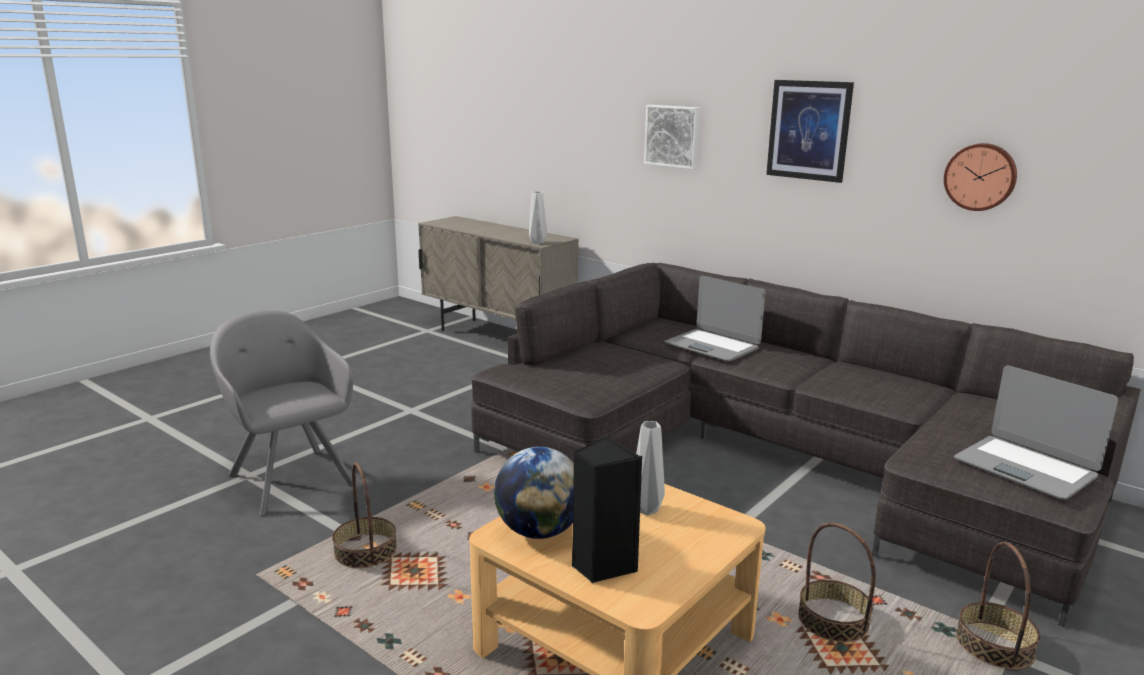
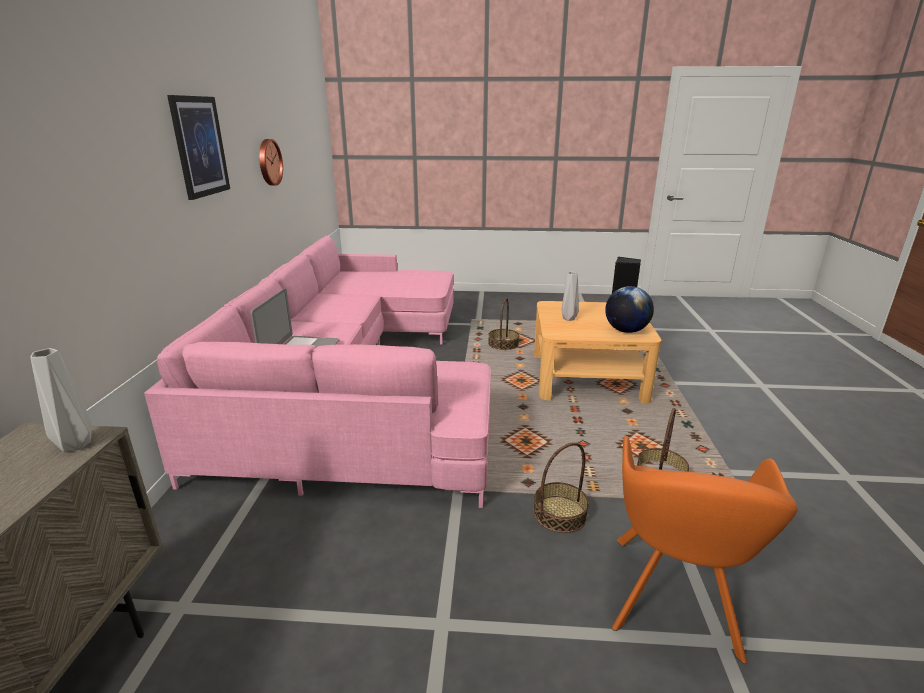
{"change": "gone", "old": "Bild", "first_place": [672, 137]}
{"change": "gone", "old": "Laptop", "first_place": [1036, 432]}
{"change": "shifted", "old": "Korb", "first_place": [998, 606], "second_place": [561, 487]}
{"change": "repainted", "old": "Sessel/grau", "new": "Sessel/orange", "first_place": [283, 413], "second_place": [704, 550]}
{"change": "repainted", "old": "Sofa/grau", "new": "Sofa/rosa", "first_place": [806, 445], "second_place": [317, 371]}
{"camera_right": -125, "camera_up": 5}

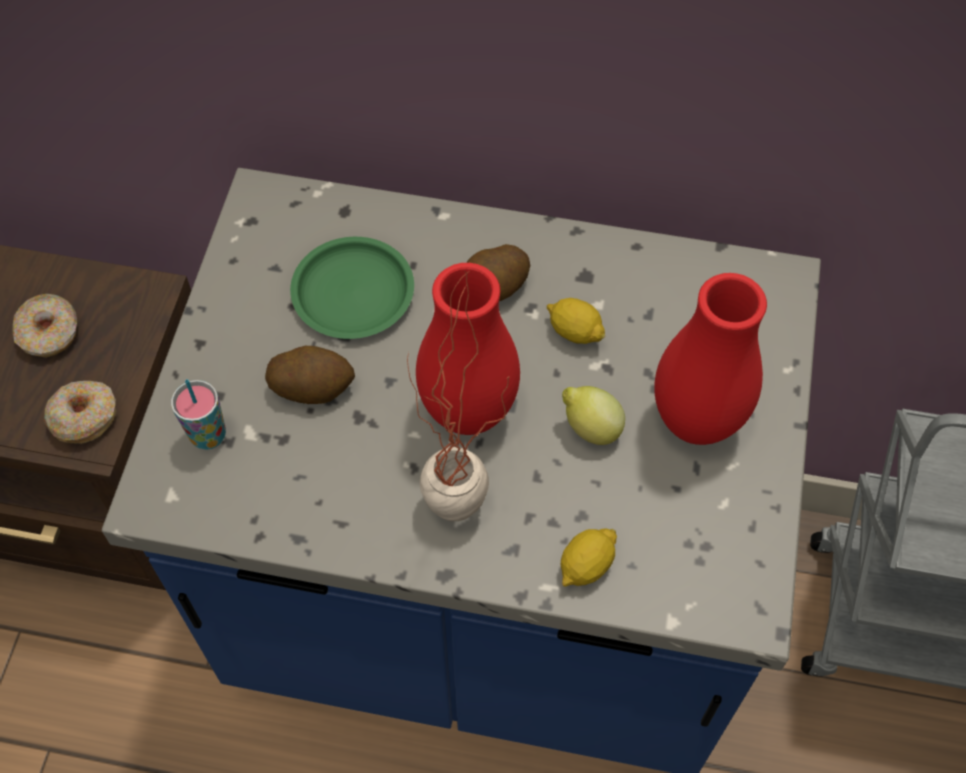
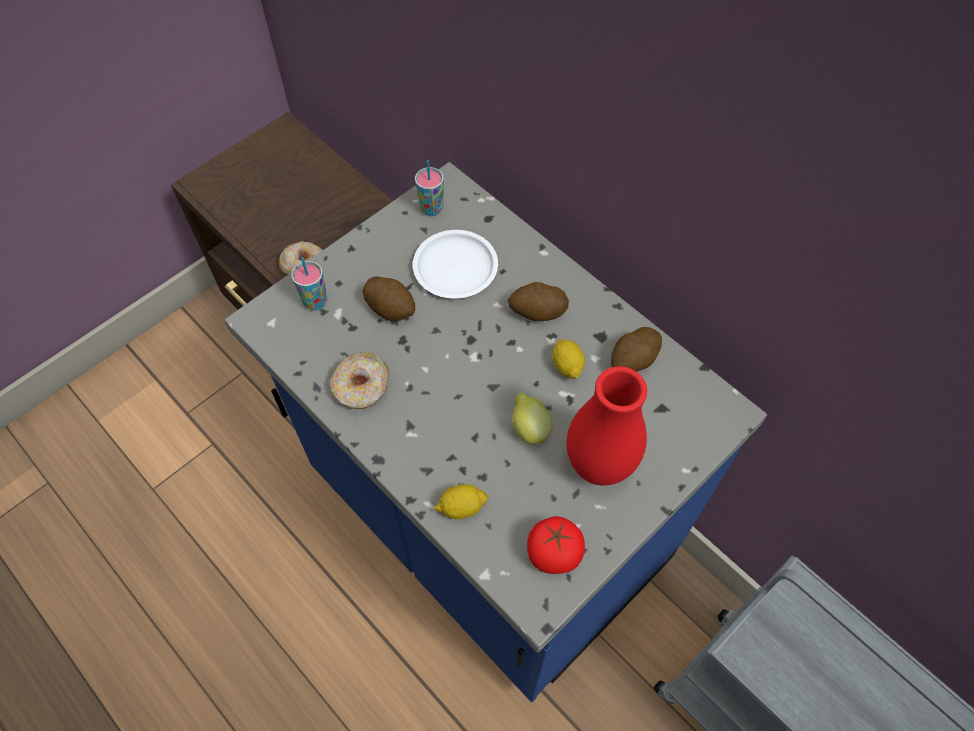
{"change": "gone", "old": "Topfpflanze", "first_place": [458, 395]}
{"change": "gone", "old": "Vase/rot", "first_place": [468, 349]}
{"change": "new", "new": "Tasse", "second_place": [429, 188]}
{"change": "new", "new": "Tomate", "second_place": [556, 545]}
{"change": "new", "new": "Kartoffel", "second_place": [636, 349]}
{"change": "shifted", "old": "Donut", "first_place": [44, 326], "second_place": [359, 380]}
{"change": "repainted", "old": "Teller/grün", "new": "Teller/weiß", "first_place": [352, 288], "second_place": [455, 264]}
{"camera_right": 35, "camera_up": 0}

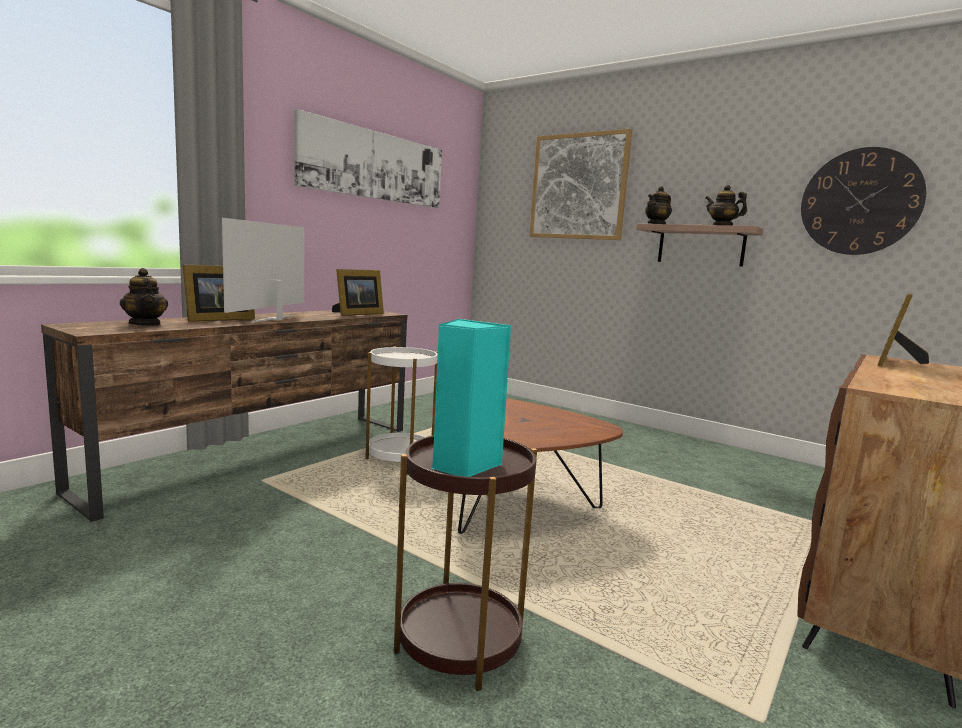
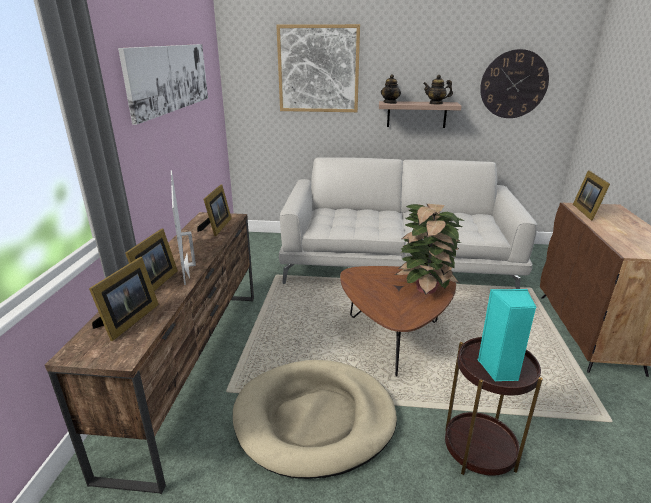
{"change": "gone", "old": "Beistelltisch/weiß", "first_place": [402, 404]}
{"change": "new", "new": "Hundebett/beige", "second_place": [315, 419]}
{"change": "new", "new": "Sofa/weiß", "second_place": [408, 223]}
{"change": "new", "new": "Topfpflanze", "second_place": [429, 249]}
{"change": "swapped", "old": "Teekanne", "new": "Bilderrahmen", "first_place": [144, 297], "second_place": [124, 299]}
{"camera_right": -30, "camera_up": 15}

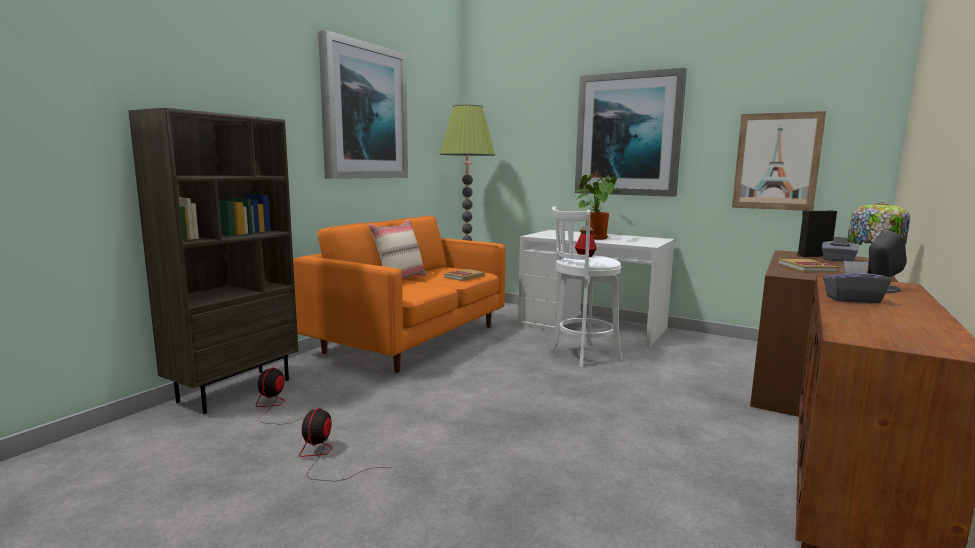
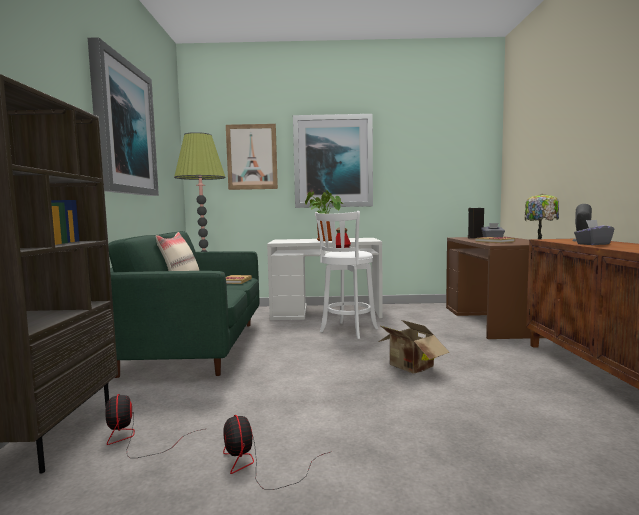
{"change": "new", "new": "Karton", "second_place": [414, 347]}
{"change": "shifted", "old": "Bild", "first_place": [779, 161], "second_place": [252, 157]}
{"change": "repainted", "old": "Sofa/orange", "new": "Sofa/grün", "first_place": [399, 294], "second_place": [183, 304]}
{"camera_right": -30, "camera_up": -5}

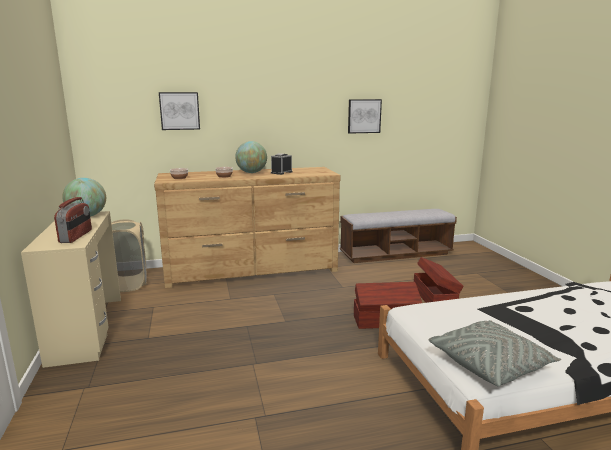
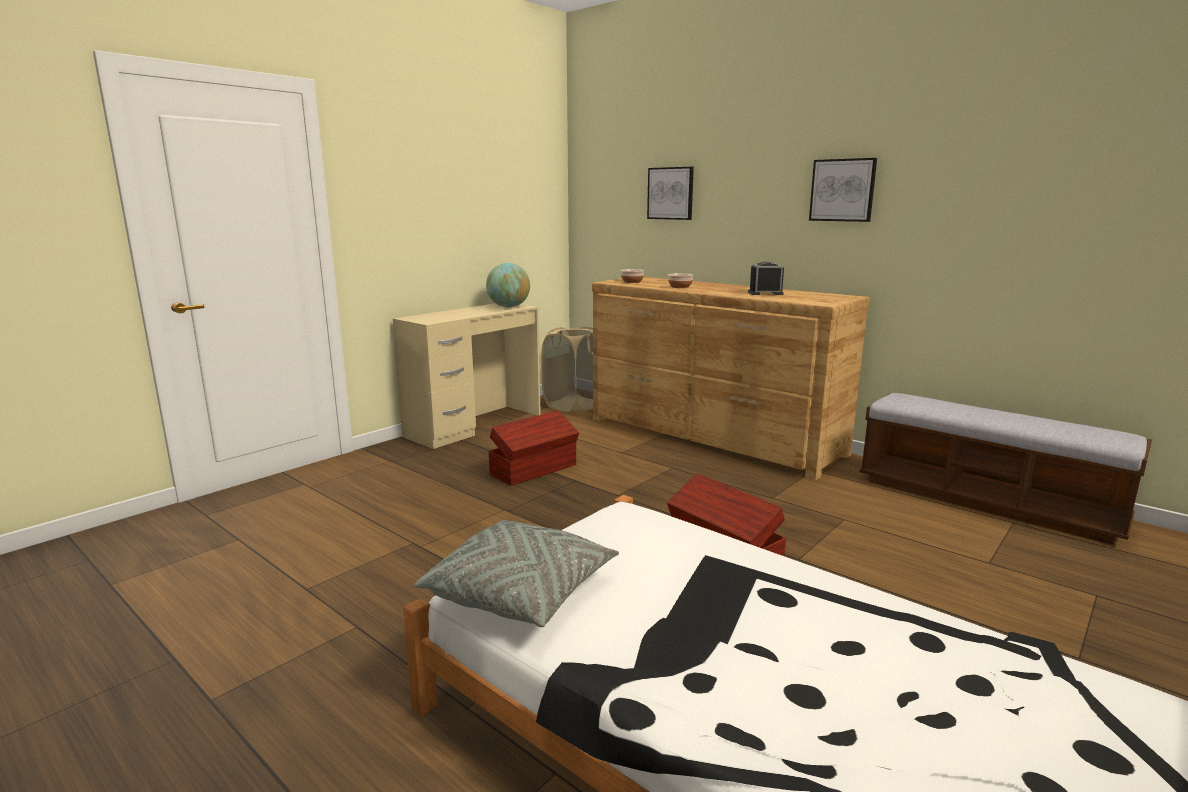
{"change": "gone", "old": "Radio", "first_place": [73, 220]}
{"change": "gone", "old": "Globus", "first_place": [251, 157]}
{"change": "shifted", "old": "Bild", "first_place": [365, 116], "second_place": [843, 190]}
{"change": "shifted", "old": "Aufbewahrungsbox/braun", "first_place": [438, 280], "second_place": [534, 448]}
{"camera_right": 55, "camera_up": 0}

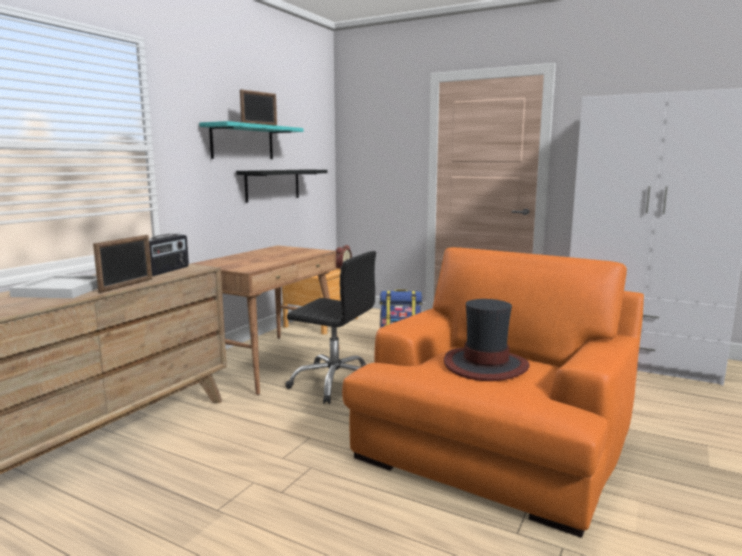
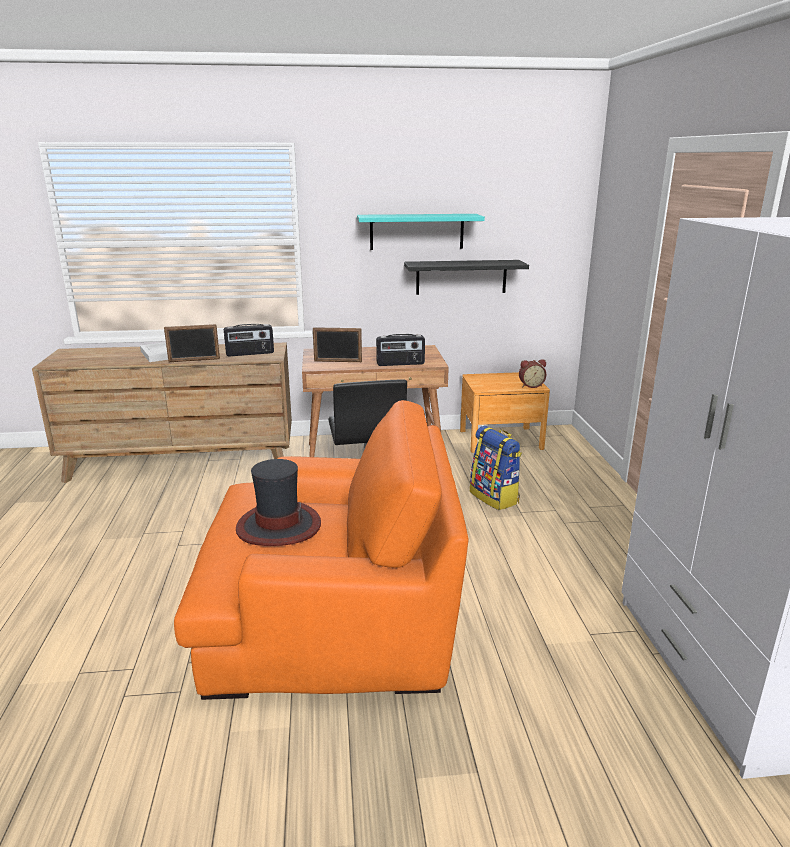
{"change": "new", "new": "Radio", "second_place": [400, 350]}
{"change": "shifted", "old": "Bilderrahmen", "first_place": [258, 107], "second_place": [337, 344]}
{"camera_right": 55, "camera_up": 10}

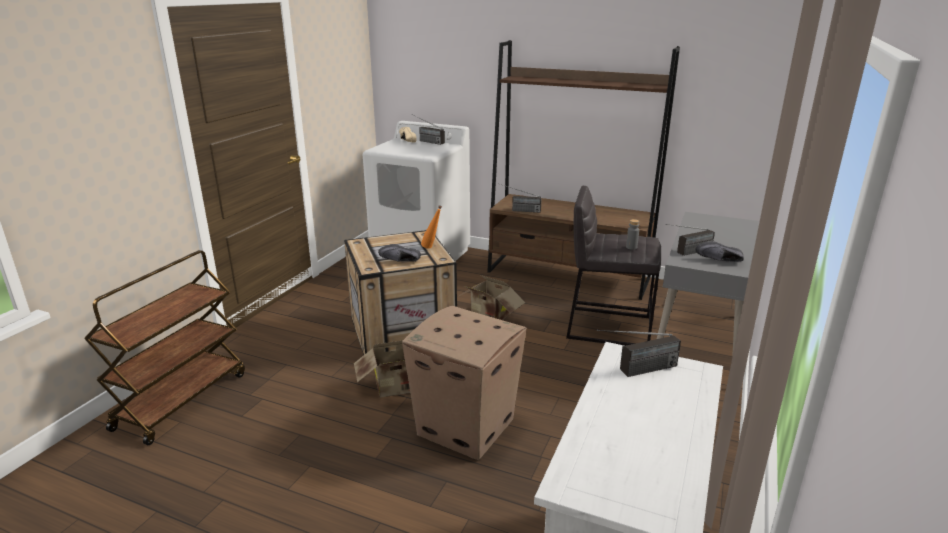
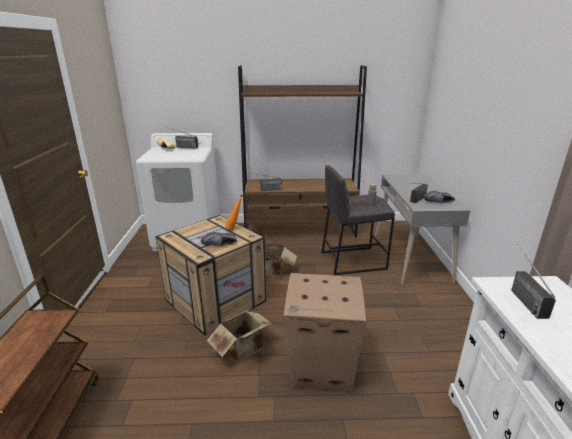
{"change": "rotated", "old": "Radio", "first_place": [639, 353], "second_place": [533, 281], "degrees": 135}
{"camera_right": -25, "camera_up": 0}

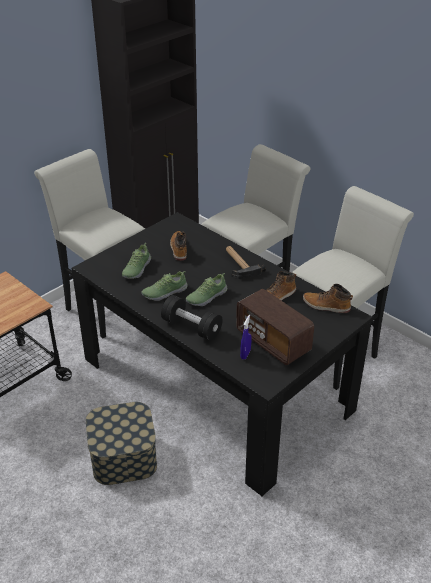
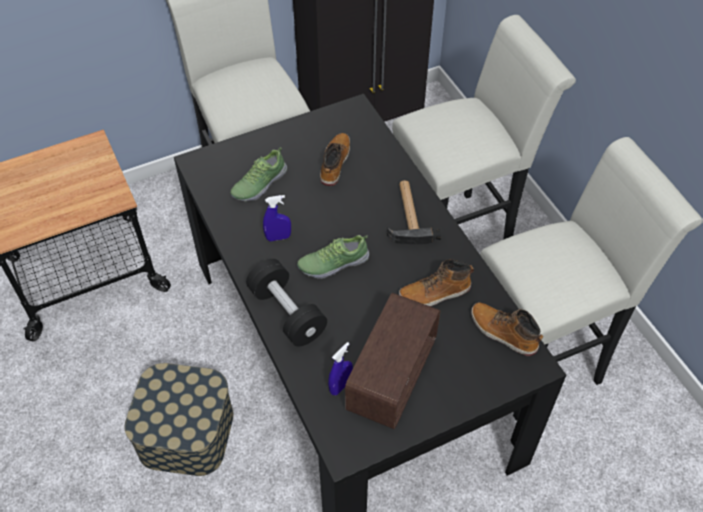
{"change": "swapped", "old": "Schuh", "new": "Sprühflasche/blau", "first_place": [164, 286], "second_place": [277, 218]}
{"change": "rotated", "old": "Radio", "first_place": [275, 327], "second_place": [392, 361], "degrees": -135}
{"camera_right": 20, "camera_up": 15}

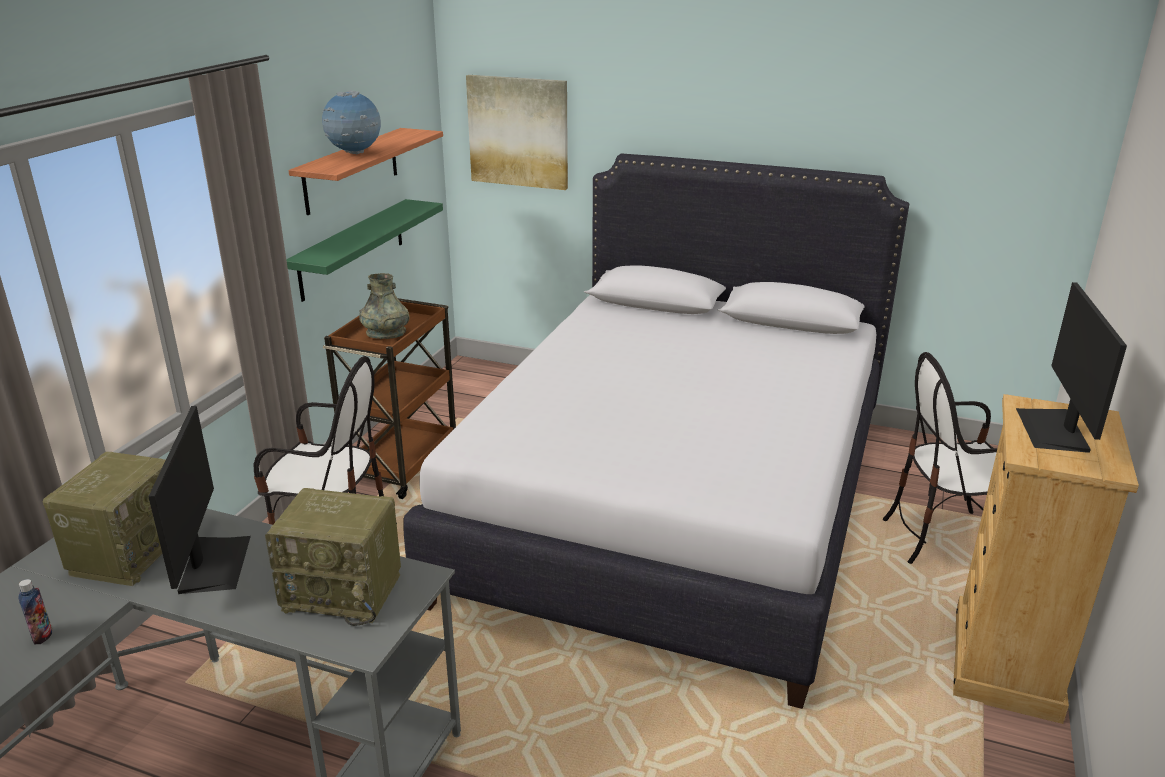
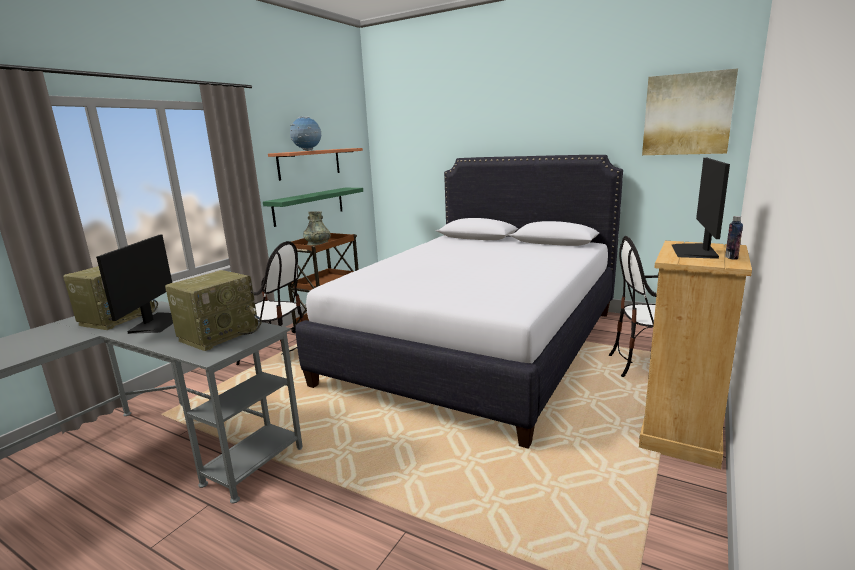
{"change": "shifted", "old": "Flasche", "first_place": [35, 611], "second_place": [734, 238]}
{"change": "shifted", "old": "Bild", "first_place": [517, 132], "second_place": [690, 111]}
{"change": "rotated", "old": "Radio", "first_place": [333, 557], "second_place": [213, 310], "degrees": -75}
{"camera_right": 10, "camera_up": -10}

